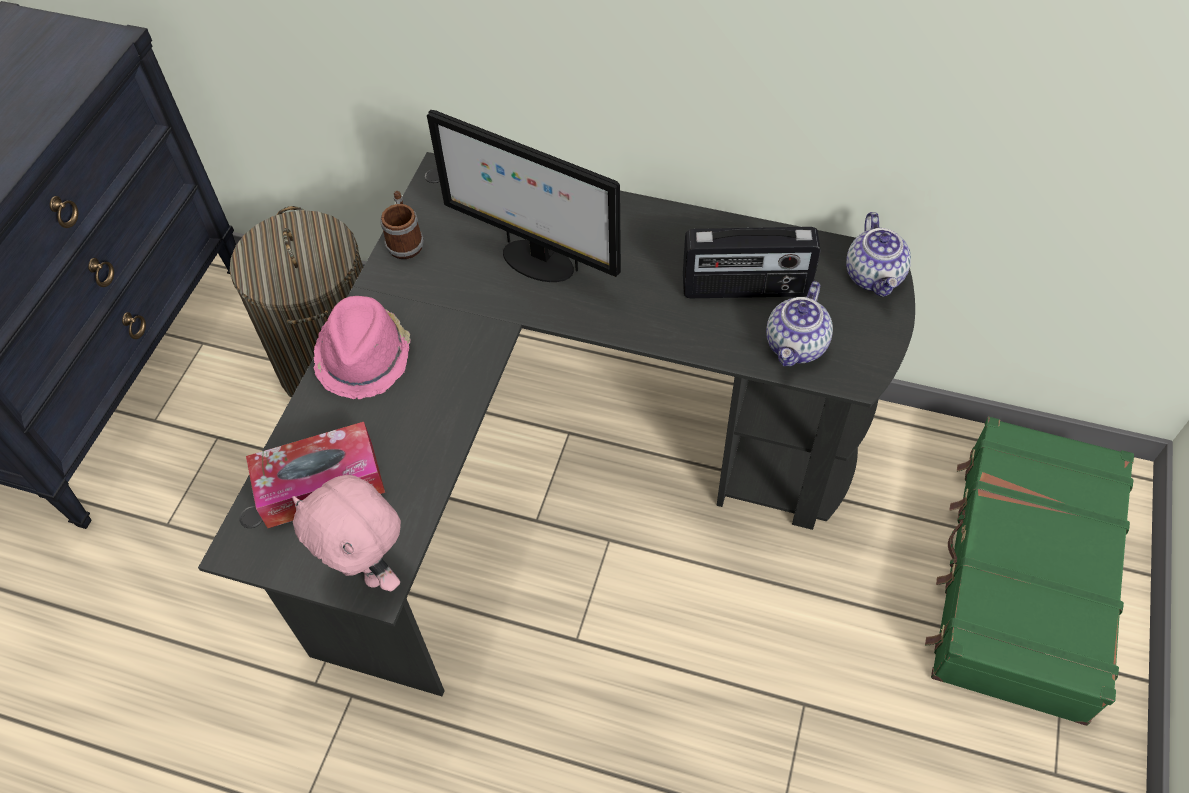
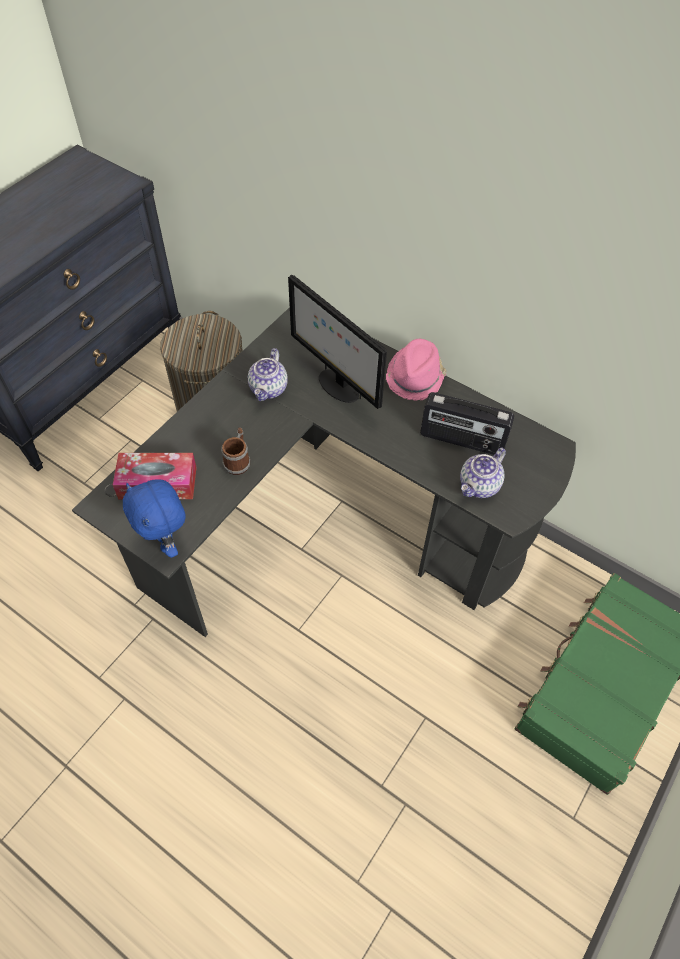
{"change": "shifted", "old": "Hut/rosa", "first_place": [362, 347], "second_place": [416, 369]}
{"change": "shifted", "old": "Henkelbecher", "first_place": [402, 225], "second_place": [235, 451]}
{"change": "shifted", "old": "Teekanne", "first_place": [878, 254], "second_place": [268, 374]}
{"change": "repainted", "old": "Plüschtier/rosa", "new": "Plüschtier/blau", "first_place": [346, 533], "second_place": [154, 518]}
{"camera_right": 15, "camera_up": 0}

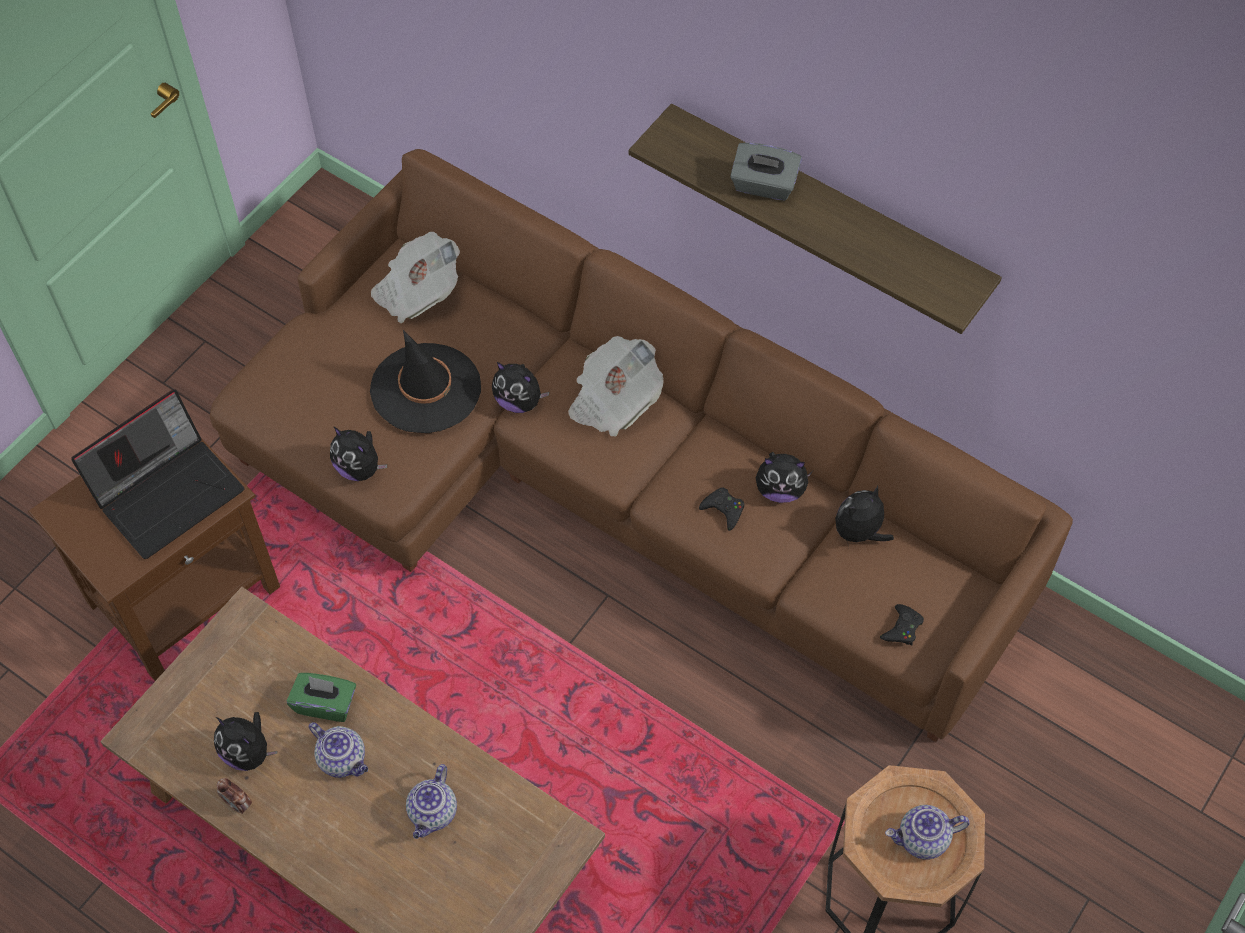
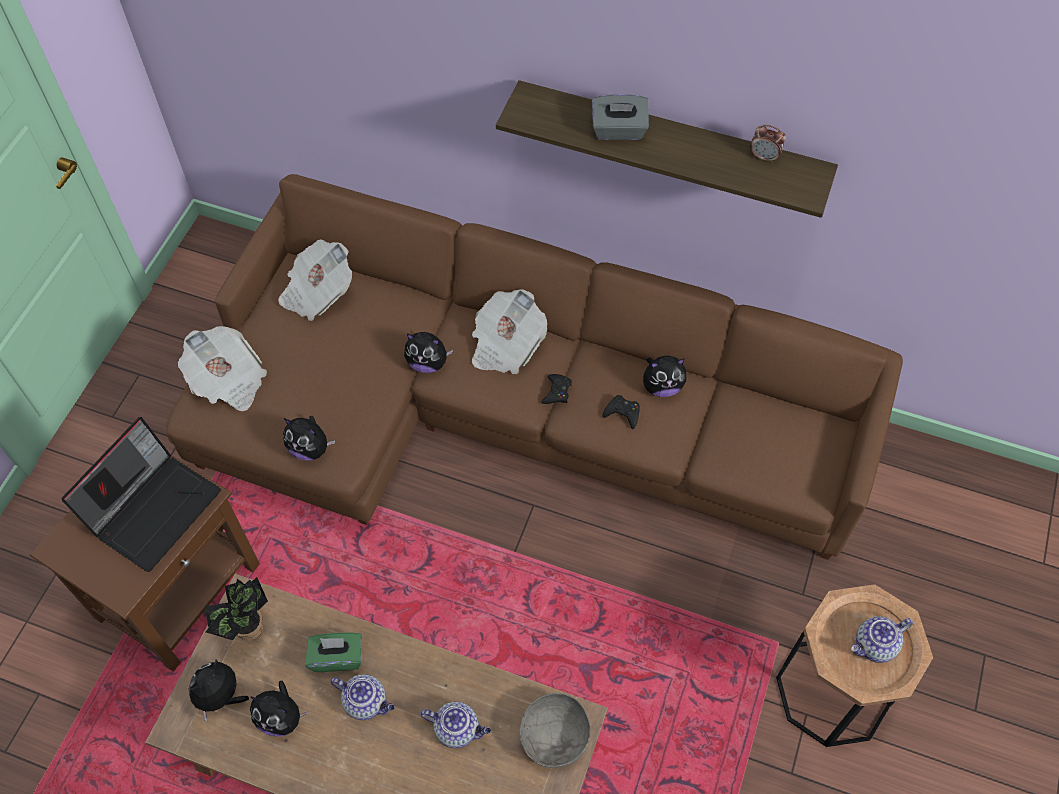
{"change": "gone", "old": "Hut/schwarz", "first_place": [425, 381]}
{"change": "new", "new": "Zeitung", "second_place": [222, 368]}
{"change": "new", "new": "Topfpflanze", "second_place": [236, 609]}
{"change": "new", "new": "Schüssel/grau", "second_place": [555, 730]}
{"change": "shifted", "old": "Wecker", "first_place": [234, 796], "second_place": [768, 144]}
{"change": "shifted", "old": "Plüschtier", "first_place": [864, 513], "second_place": [219, 690]}
{"change": "shifted", "old": "Gamepad/schwarz", "first_place": [902, 625], "second_place": [556, 389]}
{"change": "rotated", "old": "Teekanne", "first_place": [431, 801], "second_place": [455, 725], "degrees": -75}
{"camera_right": -15, "camera_up": 0}

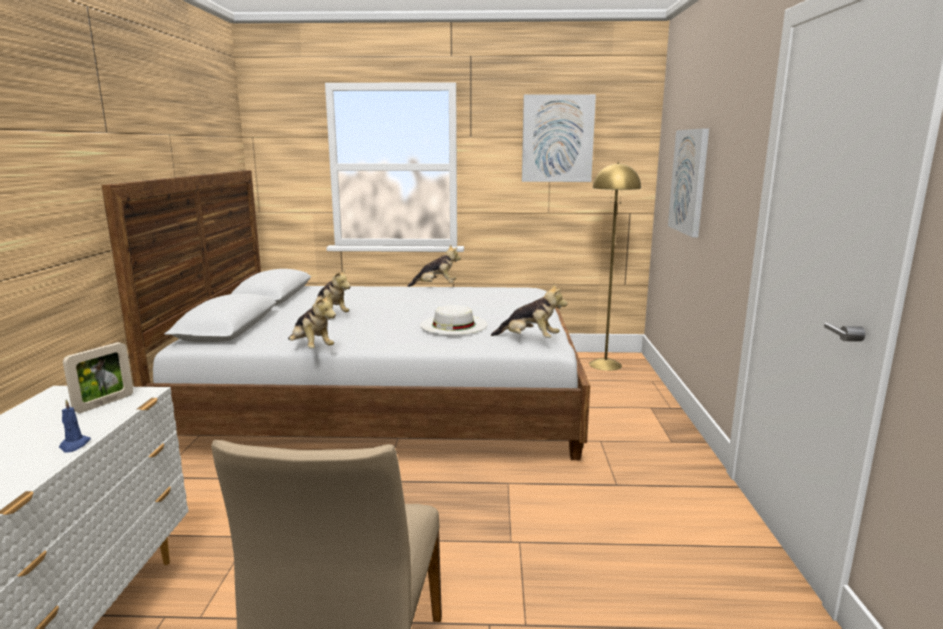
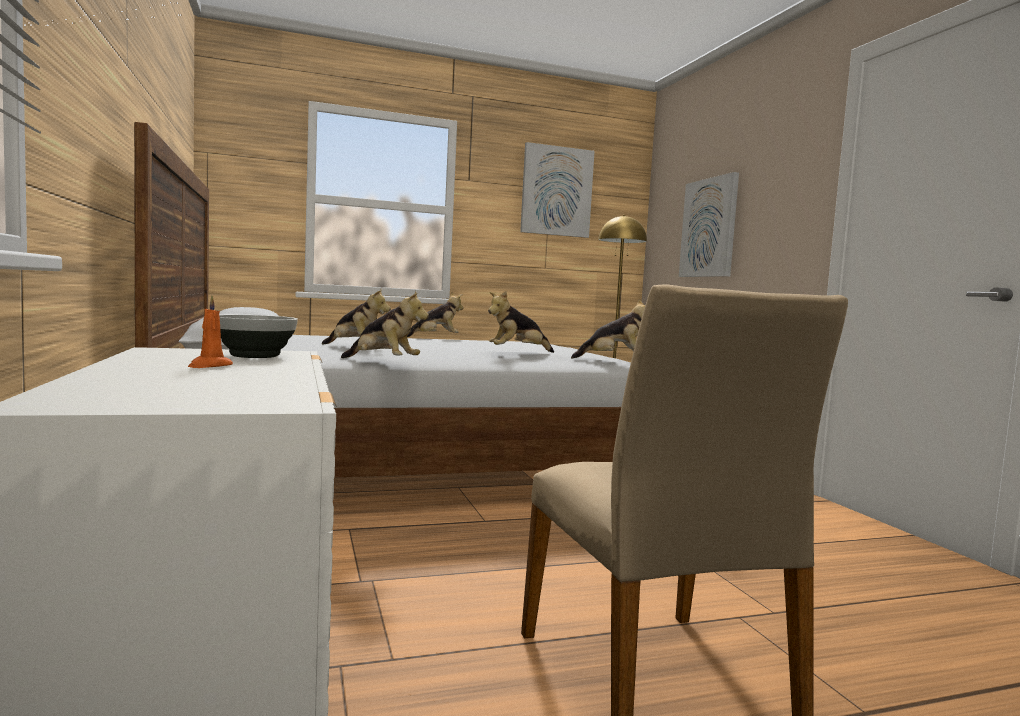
{"change": "gone", "old": "Kerze/blau", "first_place": [75, 426]}
{"change": "new", "new": "Kerze/orange", "second_place": [210, 331]}
{"change": "swapped", "old": "Bilderrahmen", "new": "Schüssel", "first_place": [98, 377], "second_place": [258, 336]}
{"change": "swapped", "old": "Hut/weiß", "new": "Plüschtier", "first_place": [454, 320], "second_place": [521, 322]}
{"camera_right": -20, "camera_up": -10}

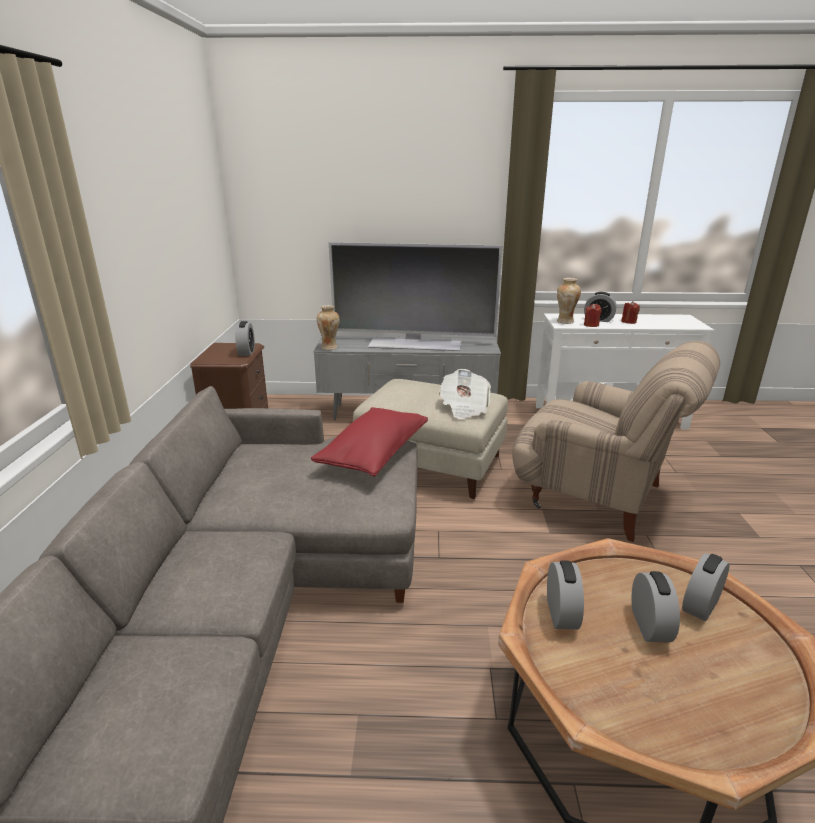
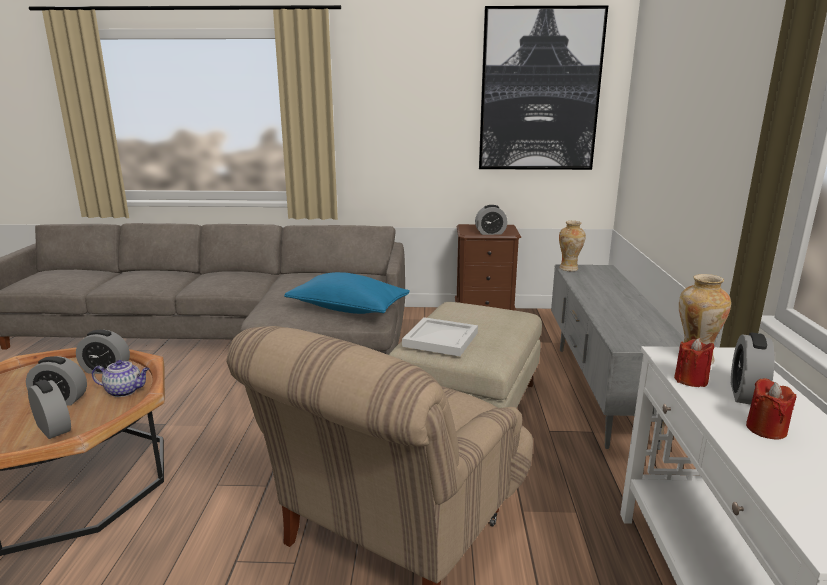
{"change": "gone", "old": "Fernseher", "first_place": [415, 296]}
{"change": "new", "new": "Teekanne", "second_place": [121, 378]}
{"change": "new", "new": "Bild", "second_place": [543, 87]}
{"change": "swapped", "old": "Zeitung", "new": "Tablett/weiß", "first_place": [465, 394], "second_place": [440, 336]}
{"change": "repainted", "old": "Kissen/rot", "new": "Kissen/blau", "first_place": [369, 442], "second_place": [347, 293]}
{"camera_right": 90, "camera_up": -5}

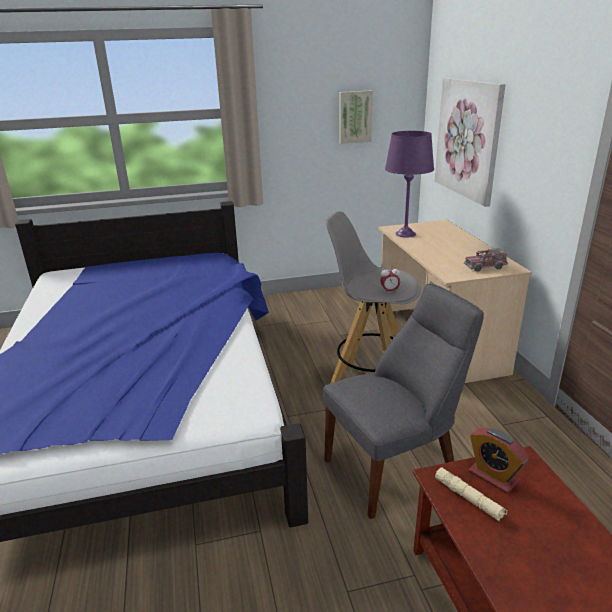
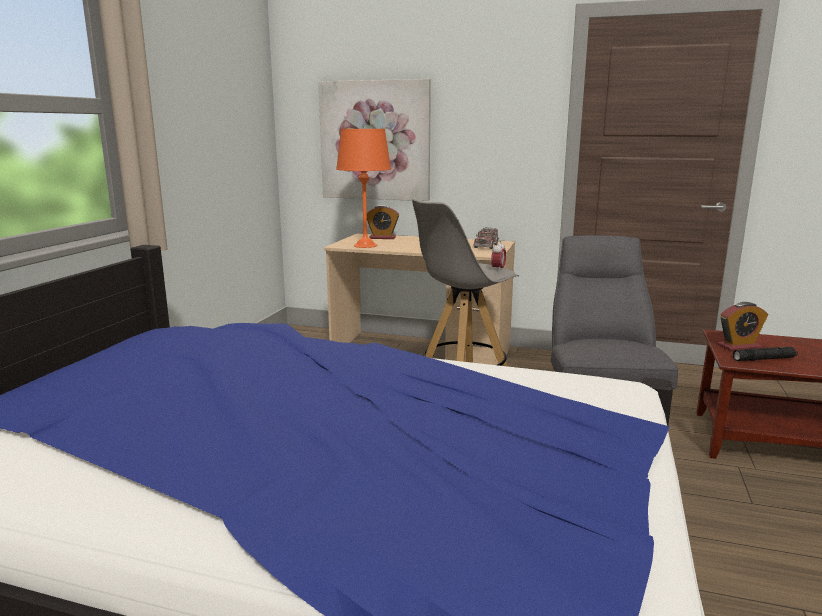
{"change": "gone", "old": "Bild", "first_place": [356, 117]}
{"change": "new", "new": "Wecker", "second_place": [383, 222]}
{"change": "repainted", "old": "Tischlampe/lila", "new": "Tischlampe/orange", "first_place": [409, 184], "second_place": [363, 188]}
{"change": "repainted", "old": "Taschenlampe/beige", "new": "Taschenlampe/schwarz", "first_place": [471, 494], "second_place": [765, 354]}
{"camera_right": -60, "camera_up": -10}

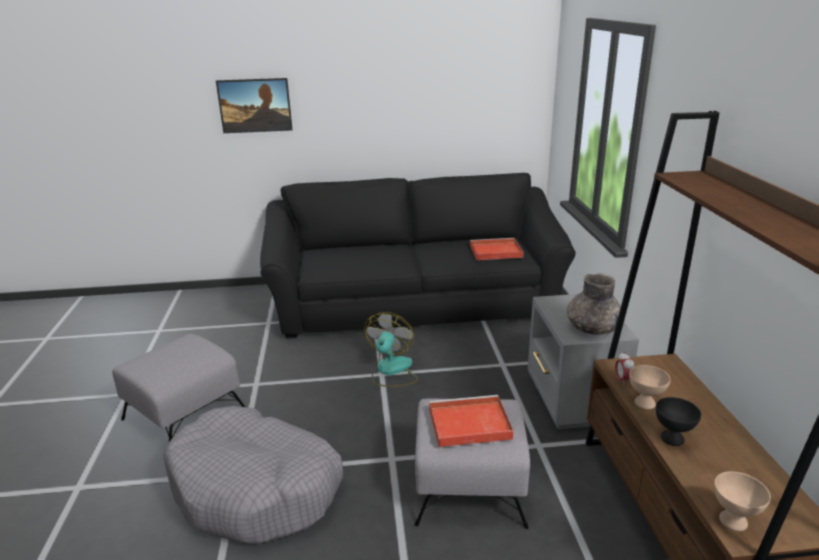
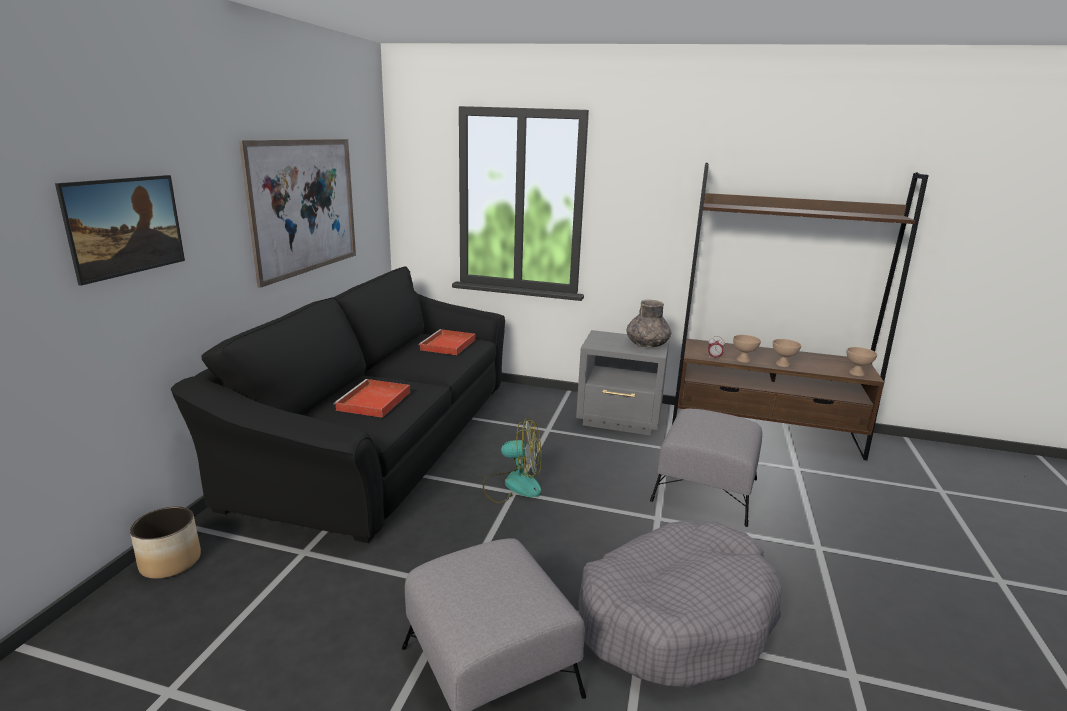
{"change": "new", "new": "Pflanzkübel", "second_place": [165, 542]}
{"change": "new", "new": "Bild", "second_place": [297, 213]}
{"change": "shifted", "old": "Tablett/rot", "first_place": [471, 421], "second_place": [372, 398]}
{"change": "repainted", "old": "Schüssel/schwarz", "new": "Schüssel/beige", "first_place": [678, 421], "second_place": [787, 353]}
{"change": "rotated", "old": "Ventilator", "first_place": [391, 349], "second_place": [512, 460], "degrees": 150}
{"camera_right": -70, "camera_up": -5}

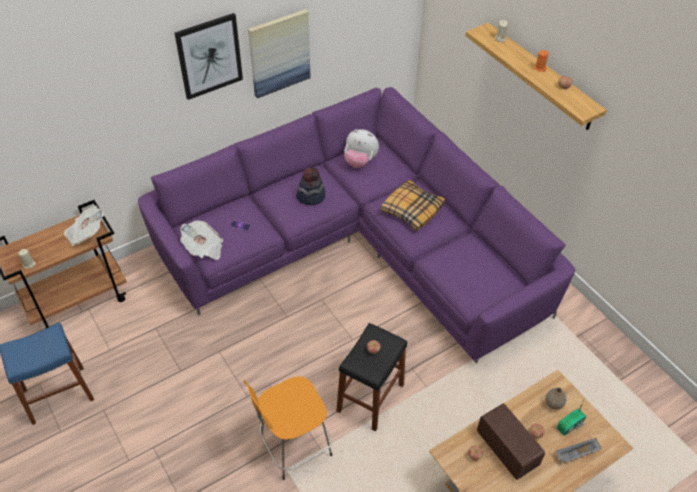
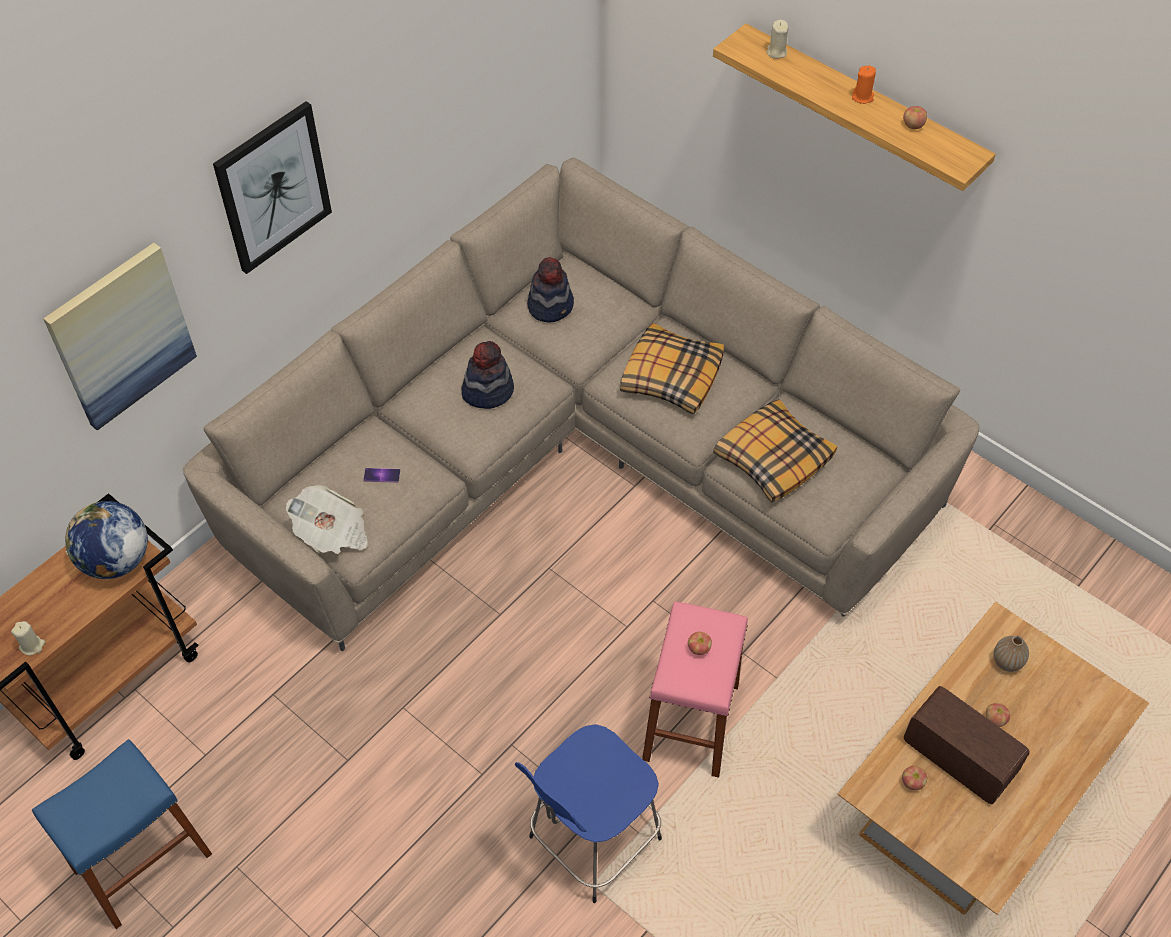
{"change": "gone", "old": "Tablett/grau", "first_place": [578, 450]}
{"change": "gone", "old": "Radio", "first_place": [571, 418]}
{"change": "new", "new": "Kissen", "second_place": [775, 450]}
{"change": "shifted", "old": "Bild", "first_place": [279, 53], "second_place": [120, 337]}
{"change": "swapped", "old": "Zeitung", "new": "Globus", "first_place": [84, 226], "second_place": [106, 540]}
{"change": "swapped", "old": "Plüschtier", "new": "Hut", "first_place": [361, 148], "second_place": [550, 289]}
{"change": "repainted", "old": "Sofa/lila", "new": "Sofa/beige", "first_place": [356, 225], "second_place": [581, 404]}
{"change": "repainted", "old": "Hocker/orange", "new": "Hocker/blau", "first_place": [288, 428], "second_place": [588, 813]}
{"change": "repainted", "old": "Hocker/schwarz", "new": "Hocker/rosa", "first_place": [371, 377], "second_place": [695, 689]}
{"camera_right": -15, "camera_up": 5}

